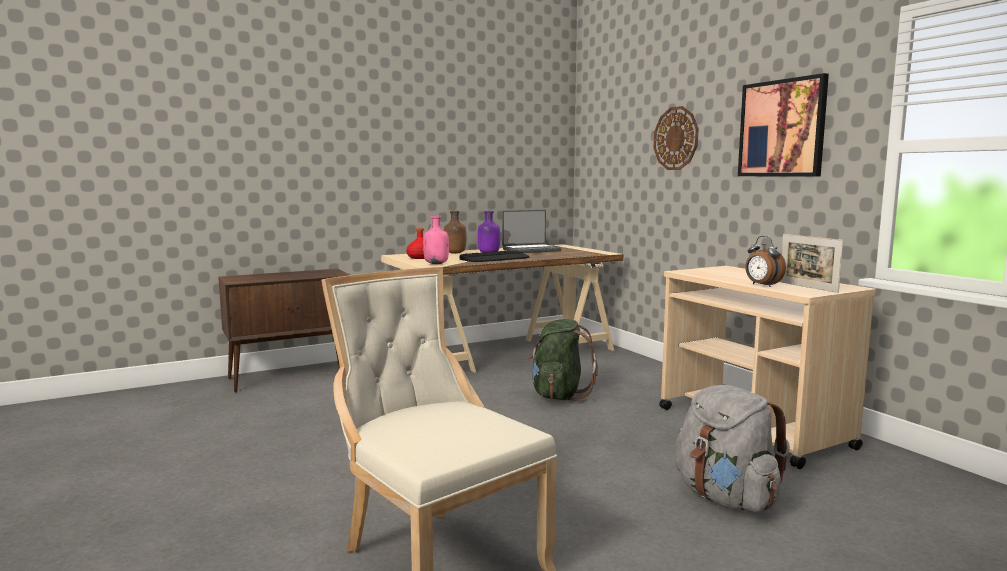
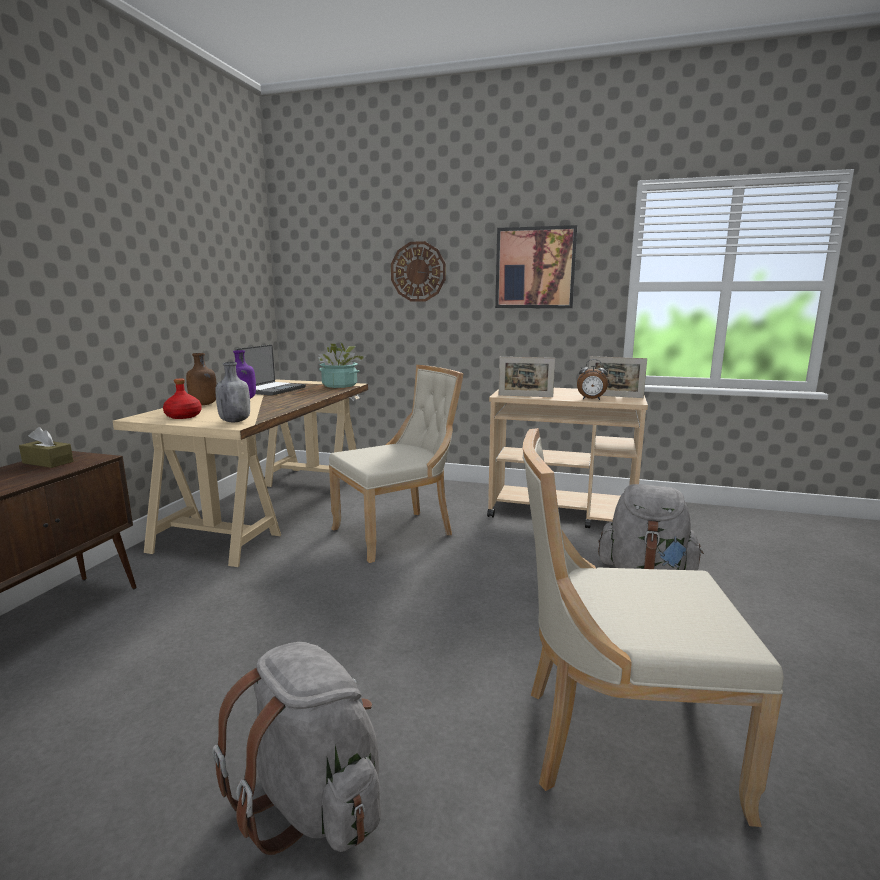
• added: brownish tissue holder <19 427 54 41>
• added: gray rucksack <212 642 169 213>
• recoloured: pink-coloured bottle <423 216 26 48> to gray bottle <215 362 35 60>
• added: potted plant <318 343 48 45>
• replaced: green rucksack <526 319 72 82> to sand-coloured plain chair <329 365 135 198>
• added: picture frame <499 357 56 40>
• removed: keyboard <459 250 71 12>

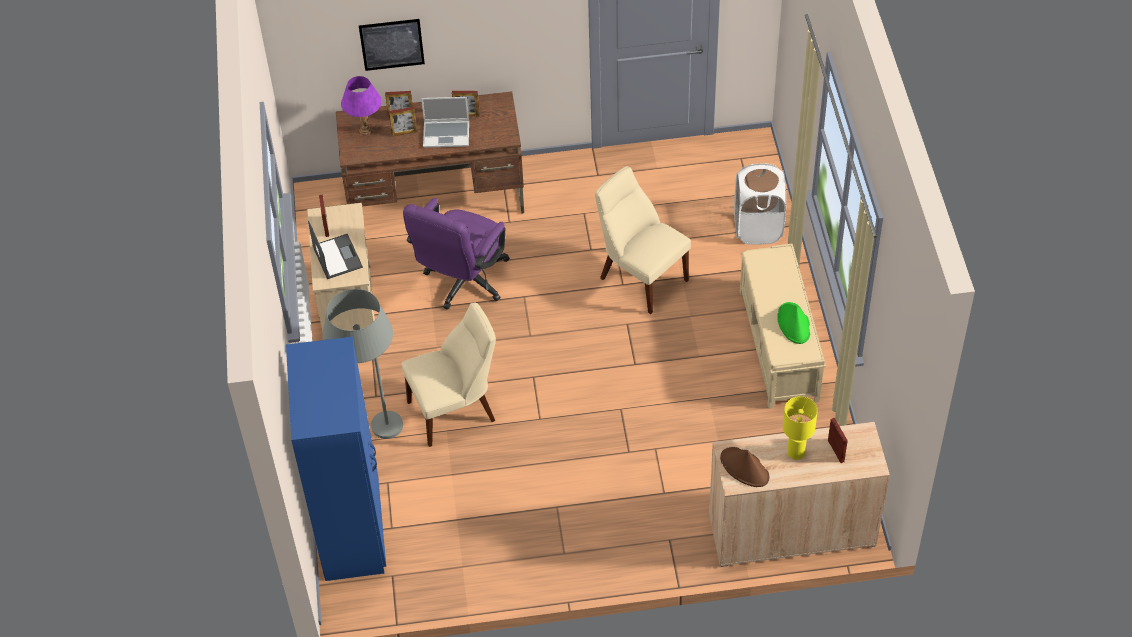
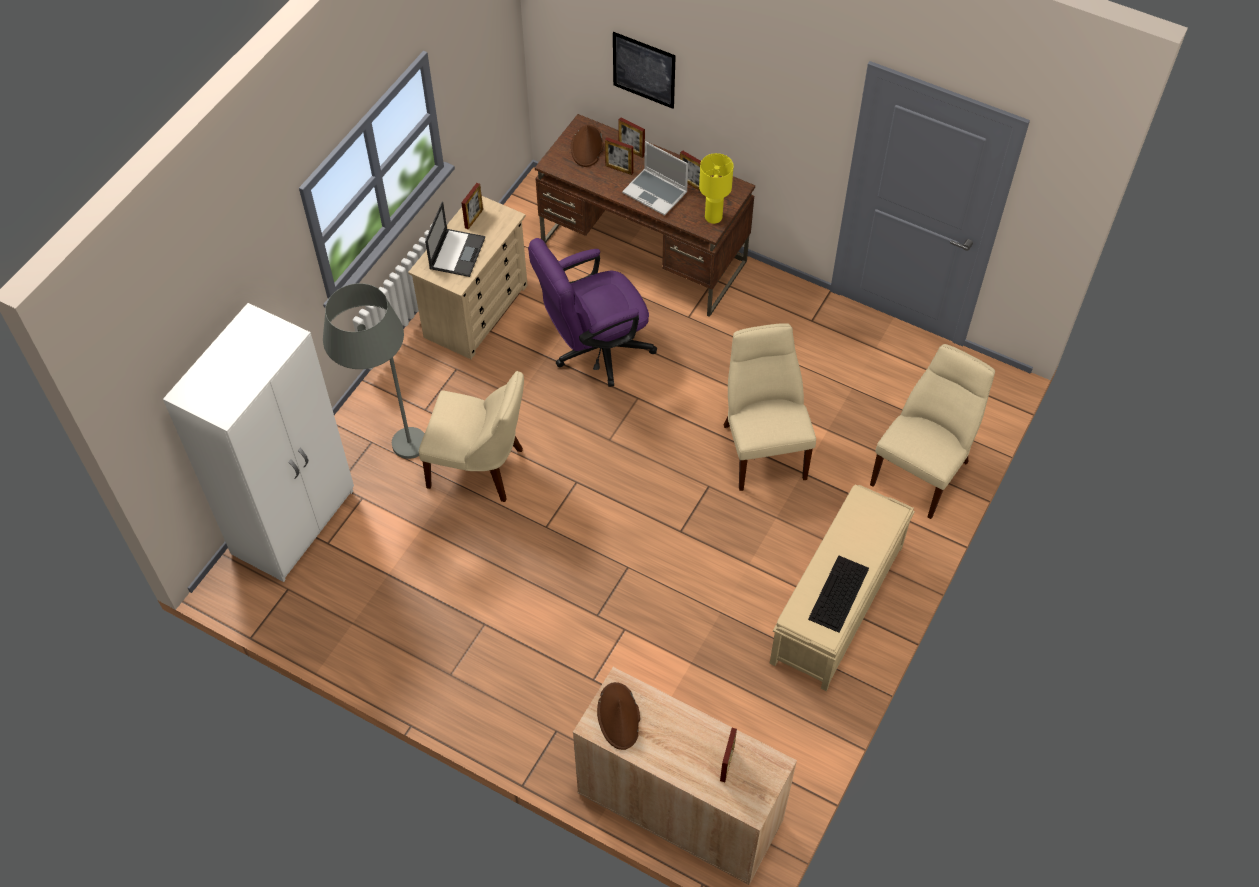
• recoloured: bluish armoire <286 337 100 244> to whitish armoire <163 303 191 279>
• replaced: purple lamp for a table <341 76 41 59> to brownish clothing hat <571 125 32 42>
• moved: yellow lamp for a table <783 396 35 64> to <699 153 35 71>
• replaced: green clothing hat <777 302 33 42> to keyboard <808 555 61 78>
• replaced: whitish washing basket <734 163 52 82> to sand-coloured plain chair <870 344 125 175>

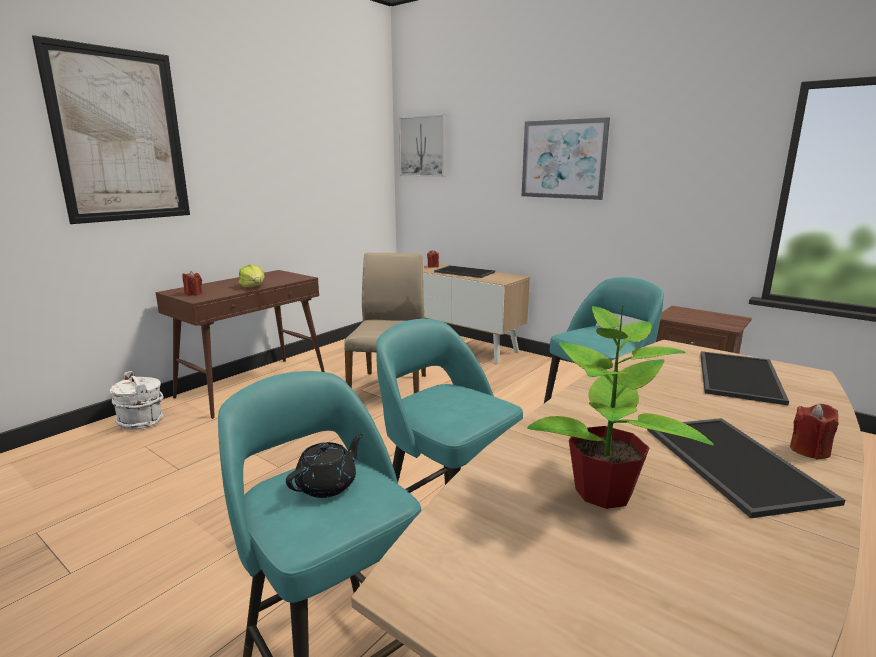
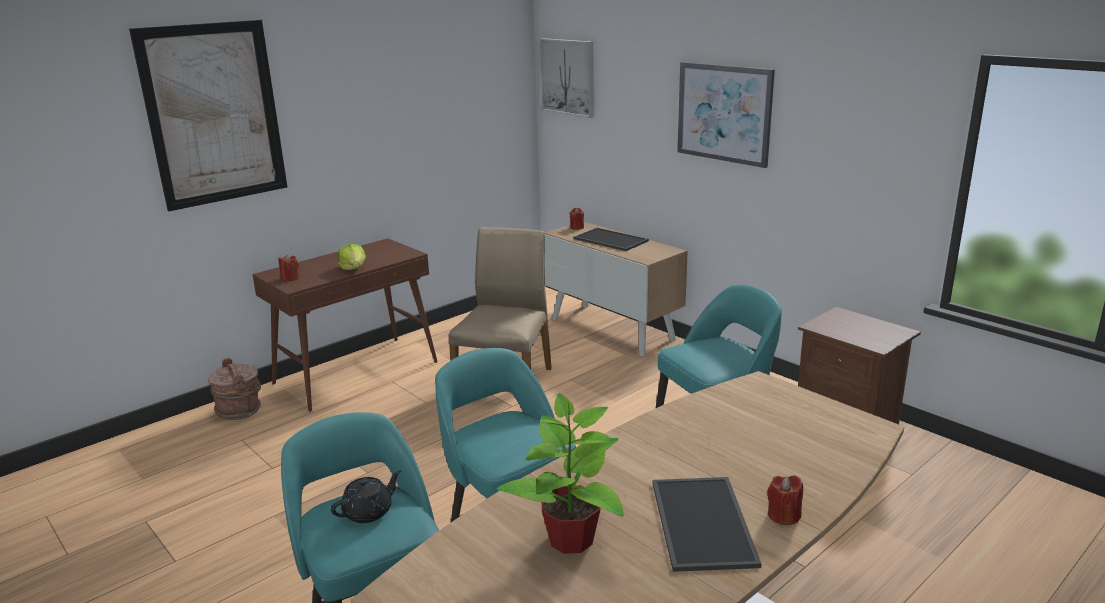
• recoloured: whitish pail <109 371 55 59> to brownish pail <208 358 53 62>
• removed: serving tray <700 351 89 54>

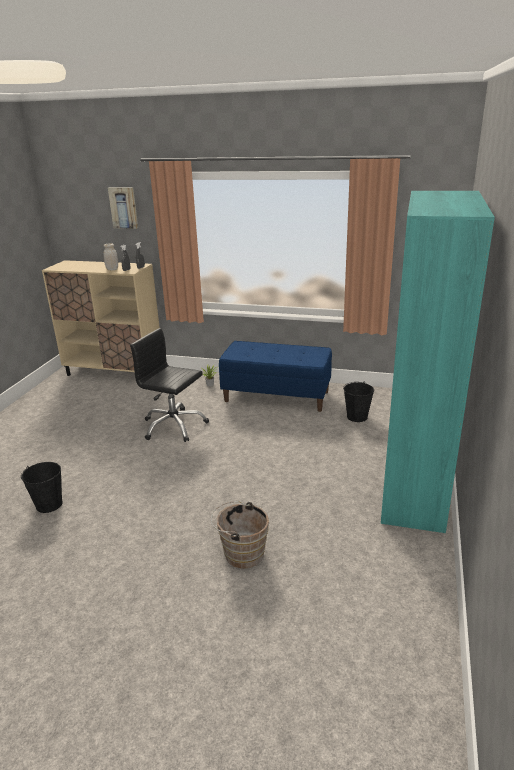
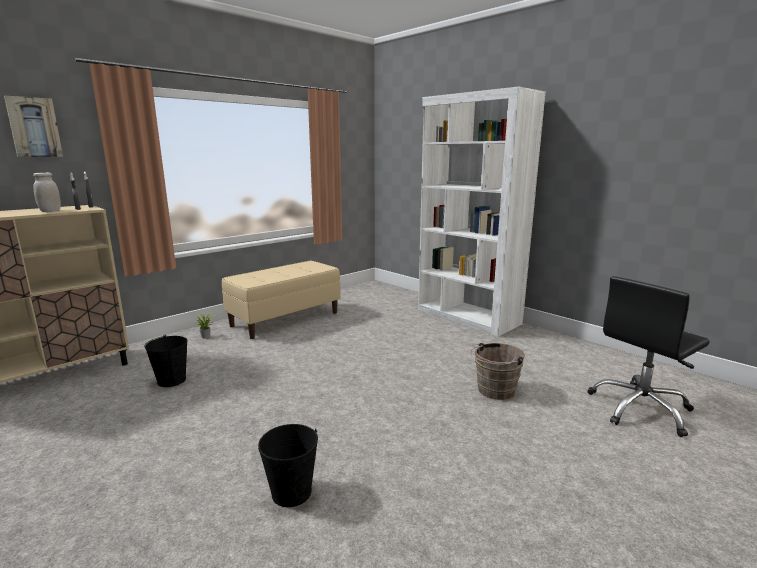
• moved: black-coloured pail <343 382 31 40> to <144 335 44 52>
• recoloured: bluish bench <219 341 113 71> to sand-coloured bench <222 260 119 79>
• recoloured: turquoise shelving unit <381 191 114 342> to whitish shelving unit <418 87 128 250>
• moved: black-coloured office chair <130 328 79 114> to <587 276 123 161>

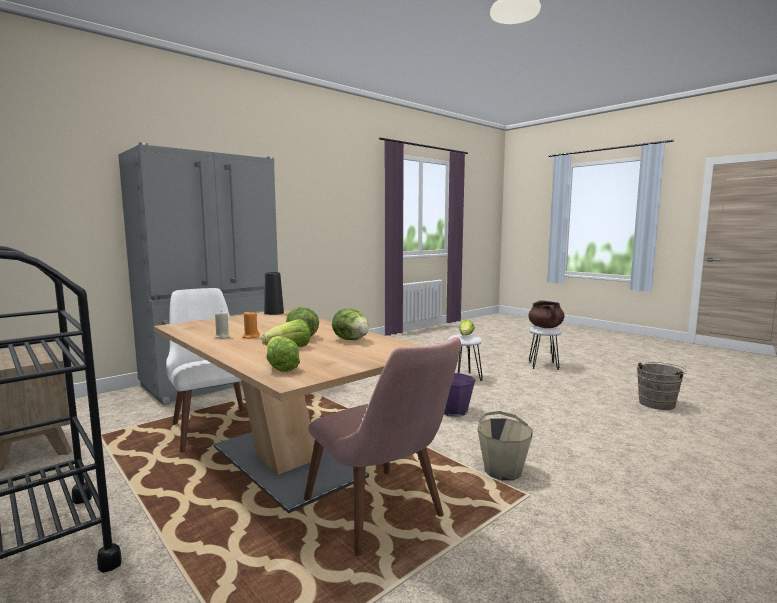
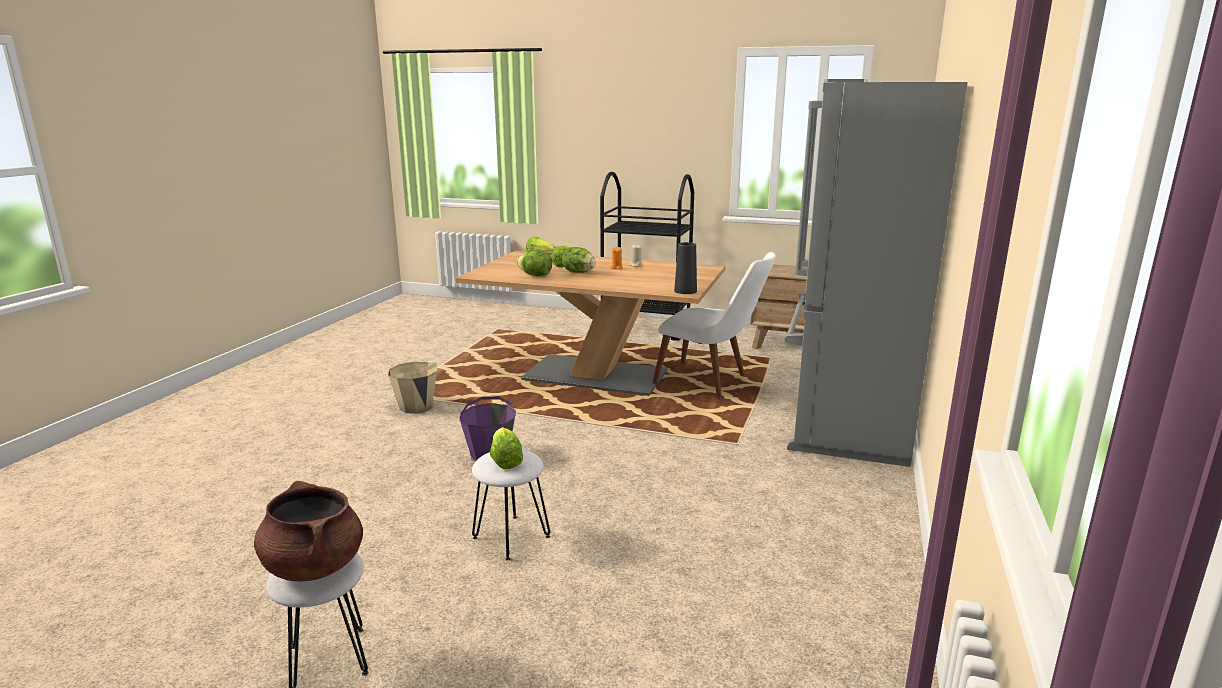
• removed: pink-coloured plain chair <304 337 157 219>
• removed: brownish pail <637 362 50 48>

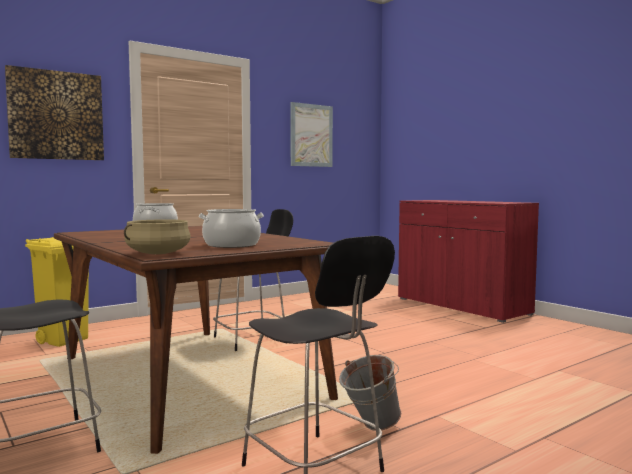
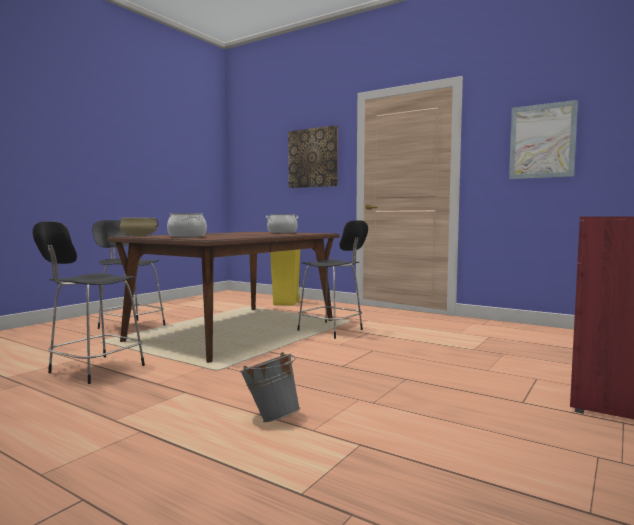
• moved: gray pail <339 355 62 76> to <239 352 61 70>

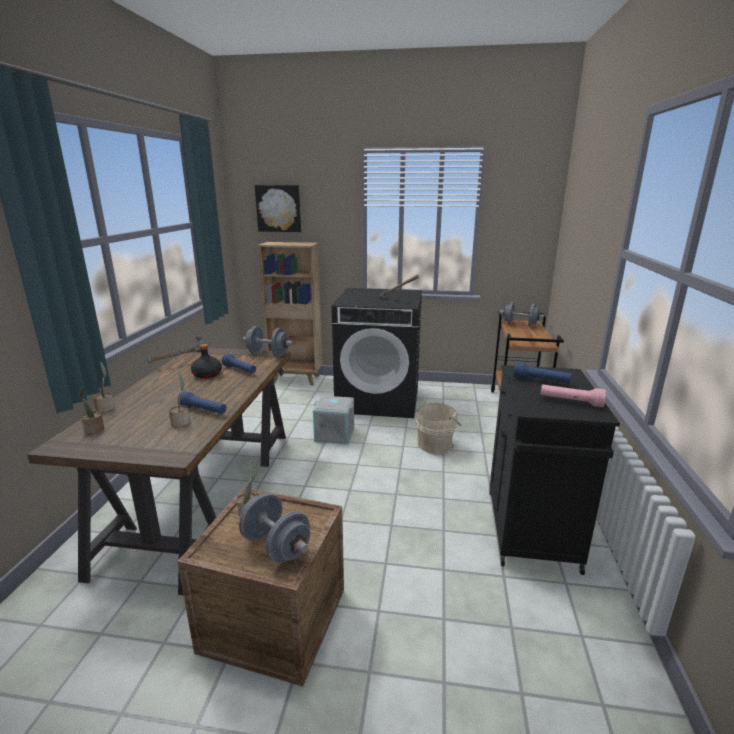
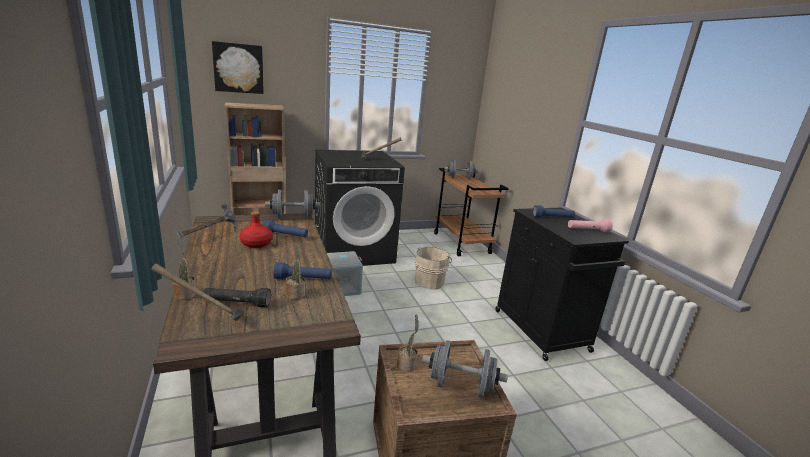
• replaced: potted plant <79 387 25 47> to hand hammer <152 264 93 57>
• added: black-coloured torch <203 288 68 20>
• recoloured: black-coloured bottle <191 344 31 35> to red-coloured bottle <240 211 33 37>

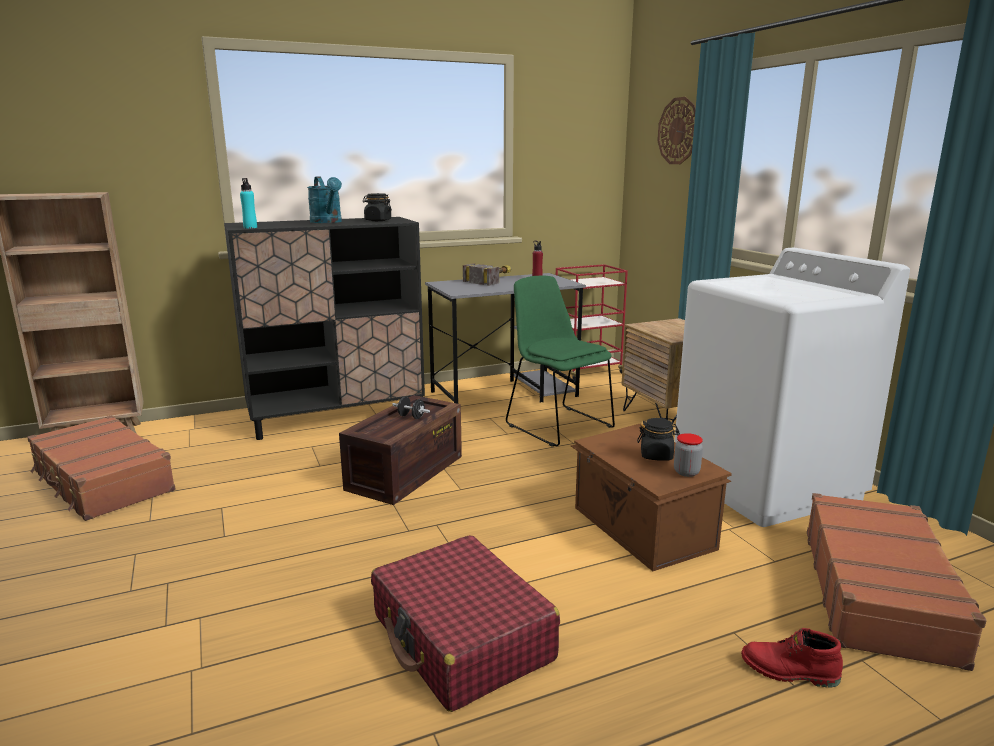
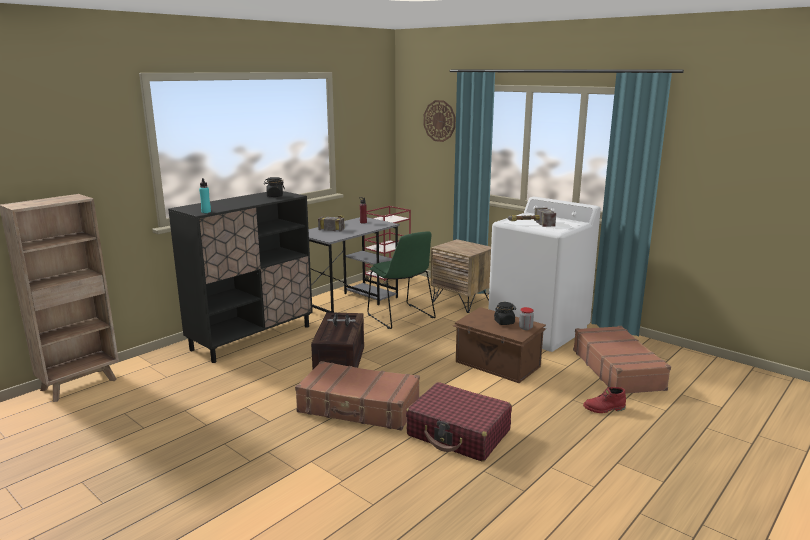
• moved: brownish travel case <27 415 149 106> to <295 361 125 70>
• turned: green plain chair <506 275 109 172> = <367 232 69 97> 150 degrees counterclockwise
• added: hand hammer <508 207 48 20>
• removed: turquoise watering pot <307 176 35 47>

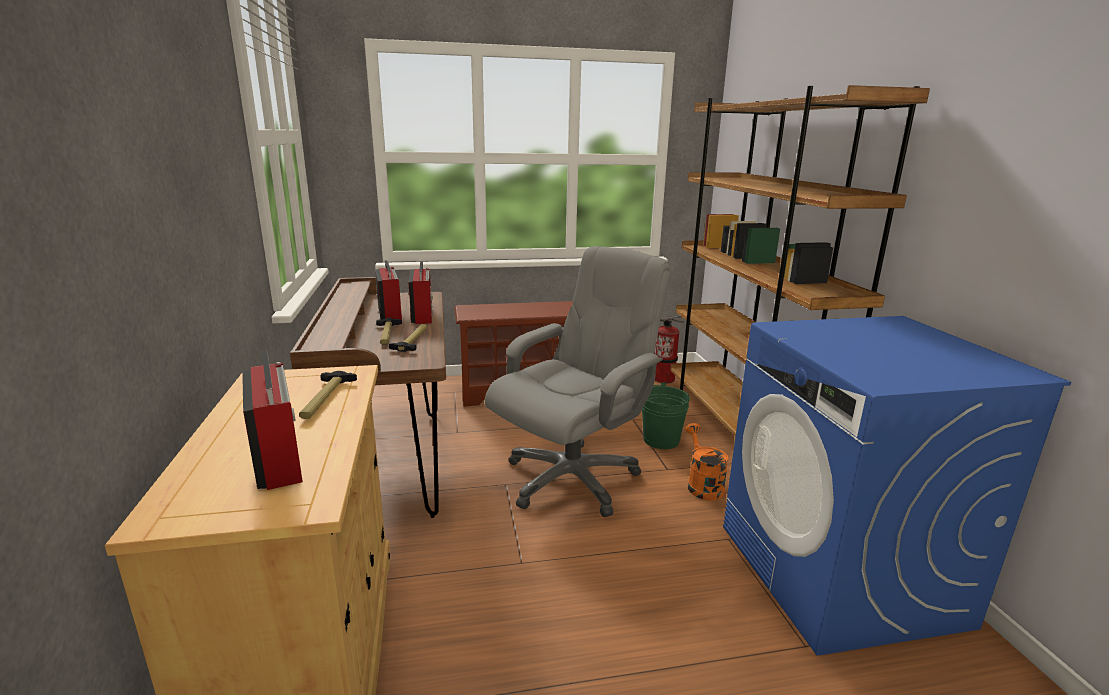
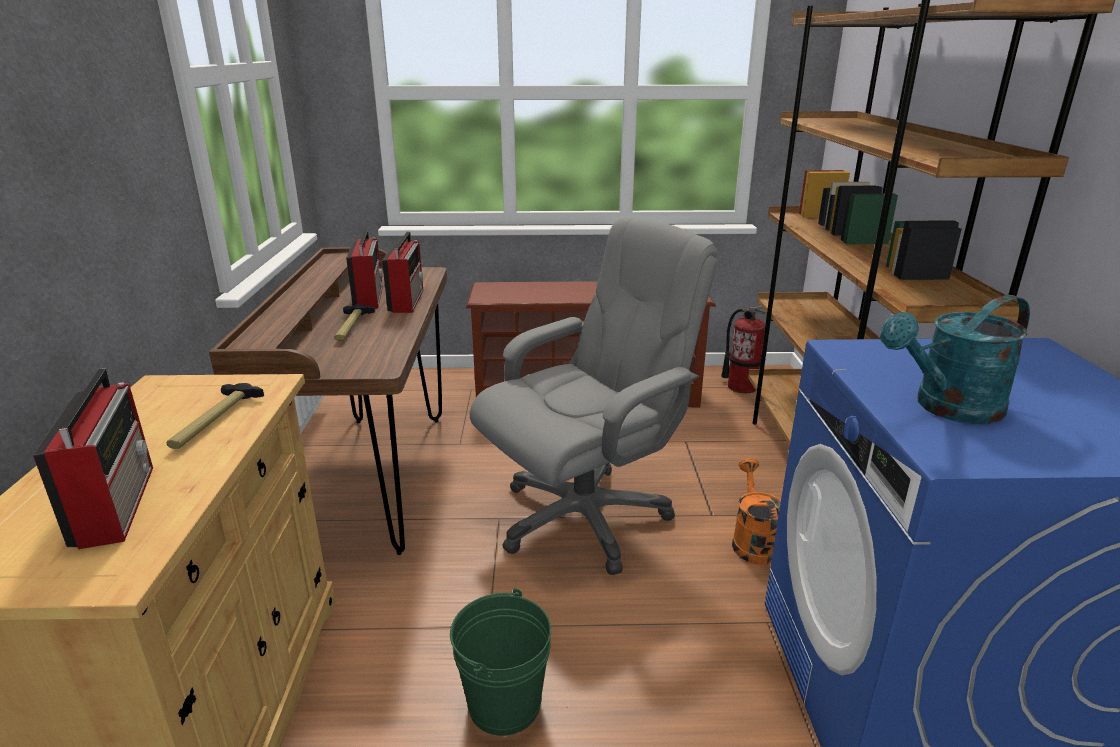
• moved: green pail <642 382 48 67> to <450 588 101 148>
• added: turquoise watering pot <880 295 150 129>
• removed: hand hammer <389 324 38 28>

